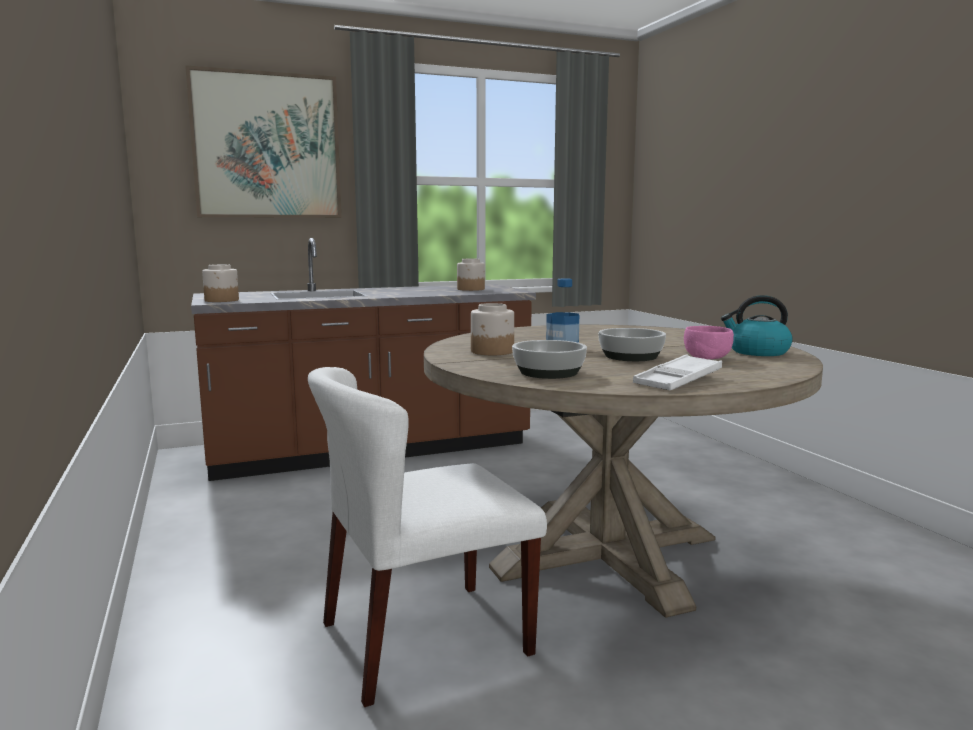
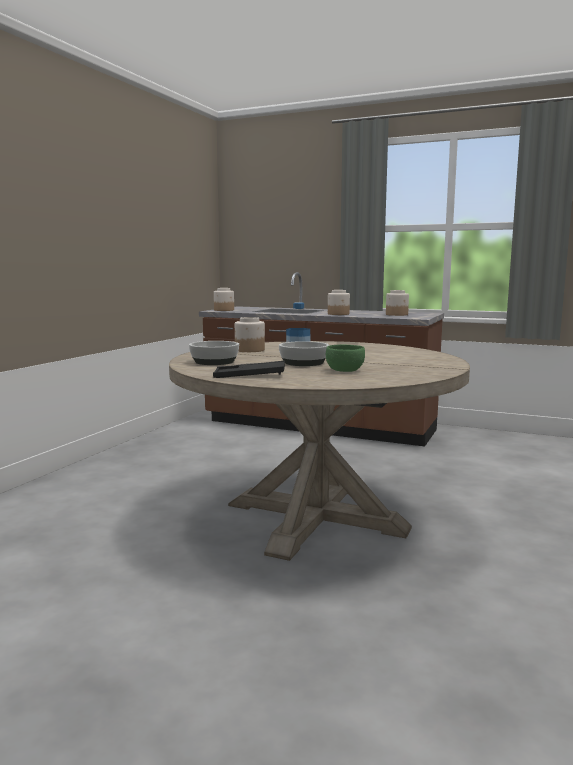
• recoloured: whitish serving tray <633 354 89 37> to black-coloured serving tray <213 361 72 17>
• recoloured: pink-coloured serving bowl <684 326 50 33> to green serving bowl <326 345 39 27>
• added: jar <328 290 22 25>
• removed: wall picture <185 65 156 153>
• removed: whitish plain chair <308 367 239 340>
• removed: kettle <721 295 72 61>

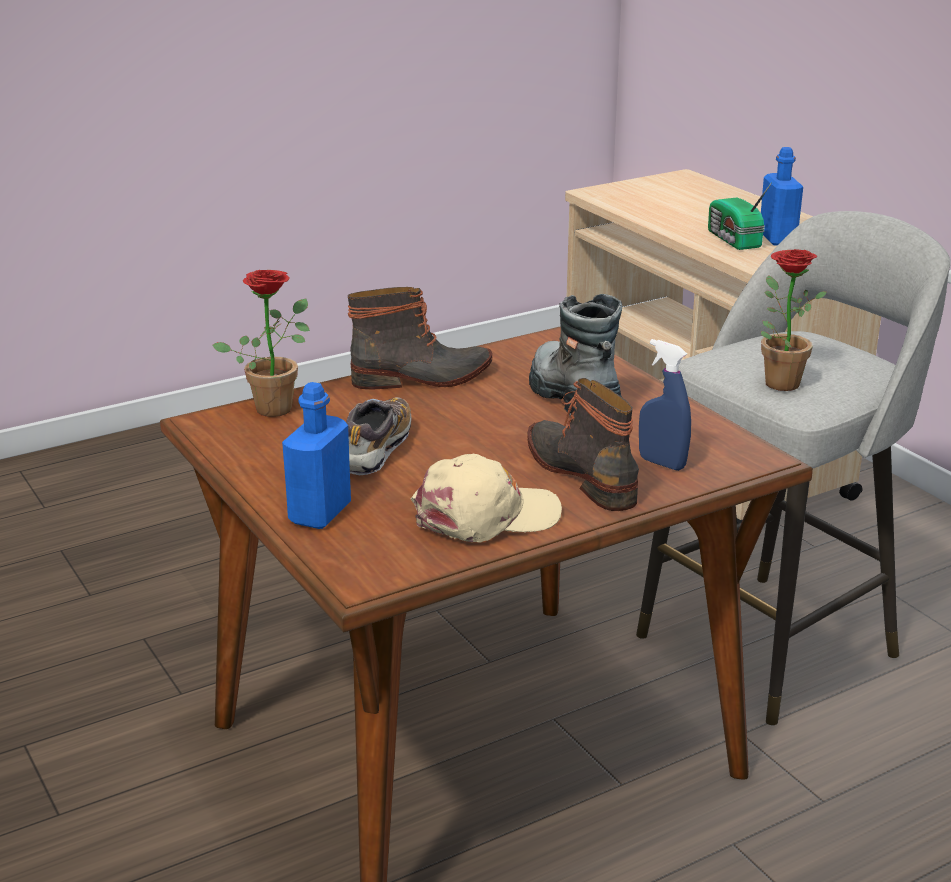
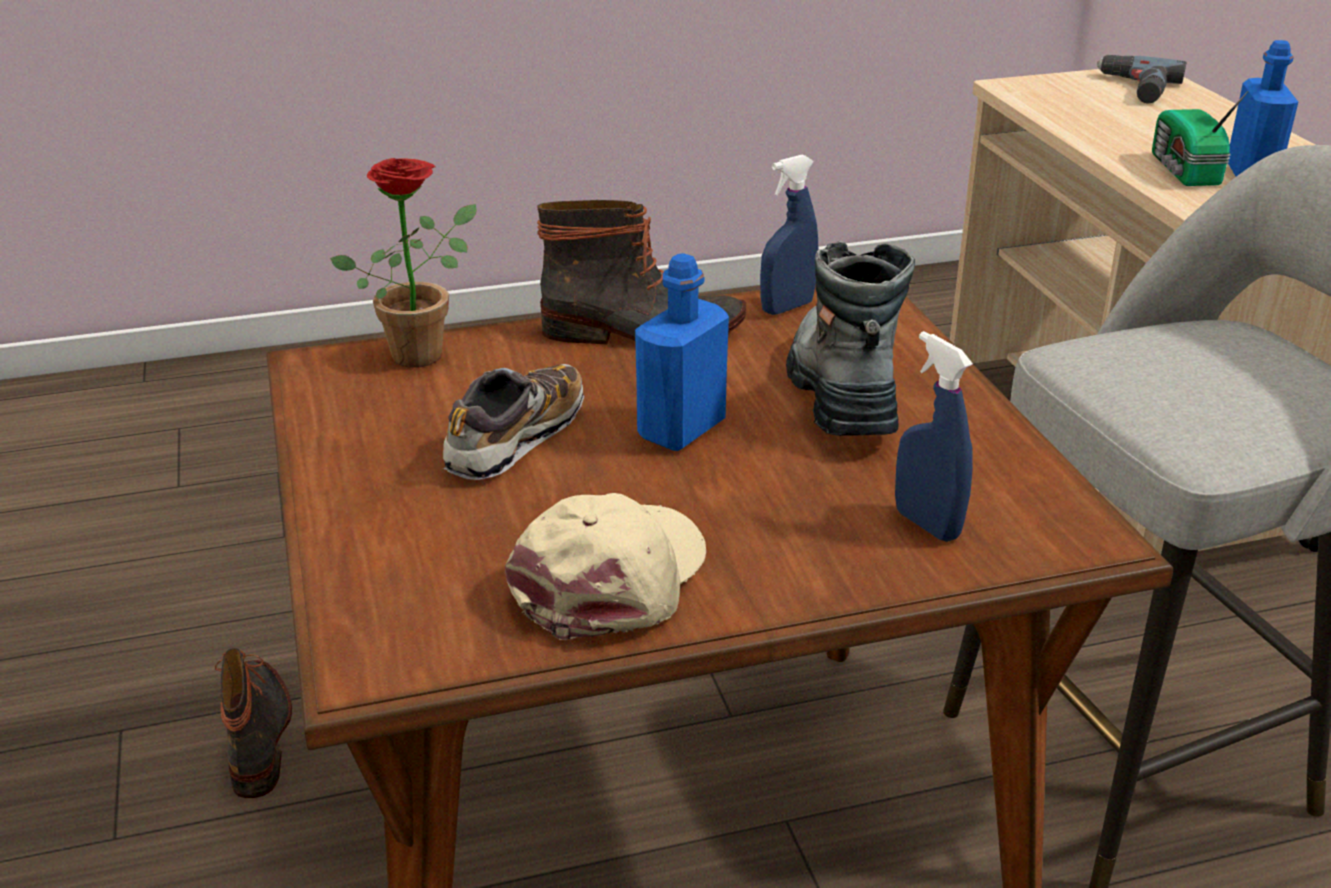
• moved: boot <527 378 112 133> to <215 648 77 150>
• turned: sand-coloured cap <411 454 151 88> = <505 493 201 147> 60 degrees counterclockwise
• moved: bluish bottle <282 382 69 147> to <635 253 94 198>
• added: bluish hand sprayer <760 155 58 160>
• added: electric drill <1097 55 90 48>
• removed: potted plant <761 249 66 142>

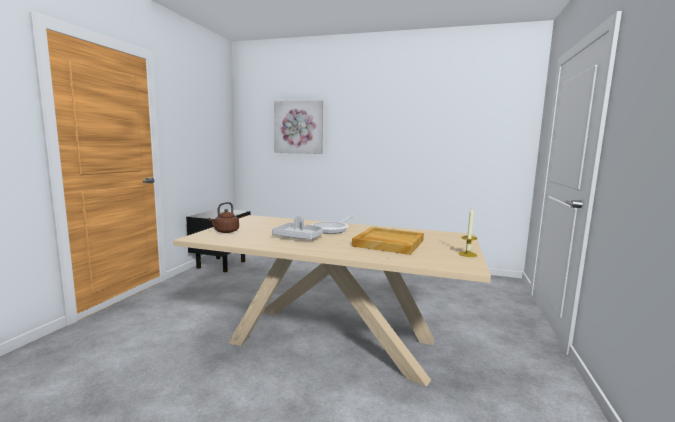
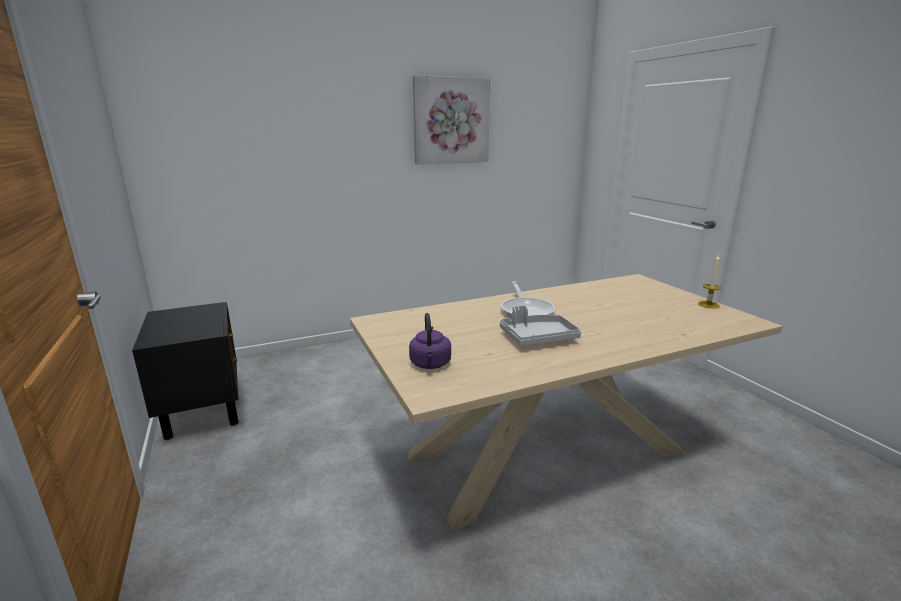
• recoloured: brownish kettle <209 202 30 31> to purple kettle <409 313 42 56>
• moved: wall picture <274 100 49 54> to <413 75 77 89>
• removed: sand-coloured serving tray <352 227 72 28>

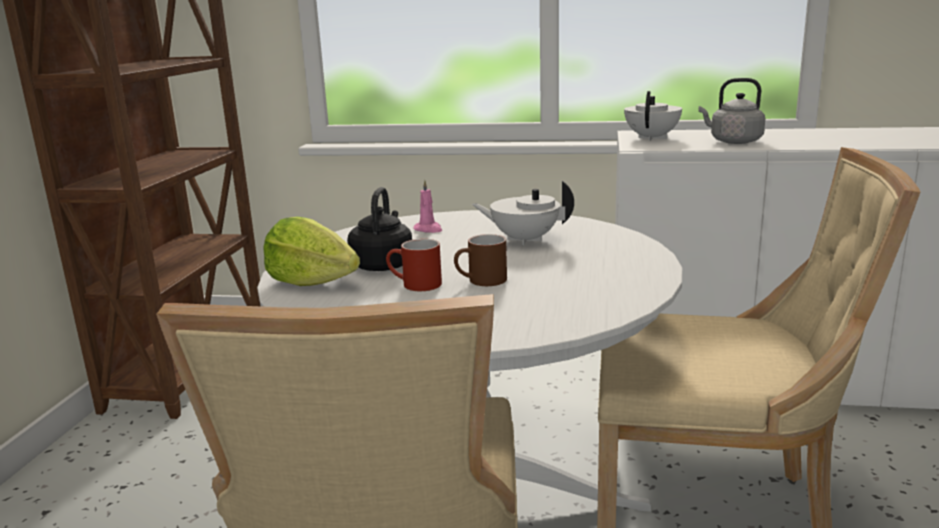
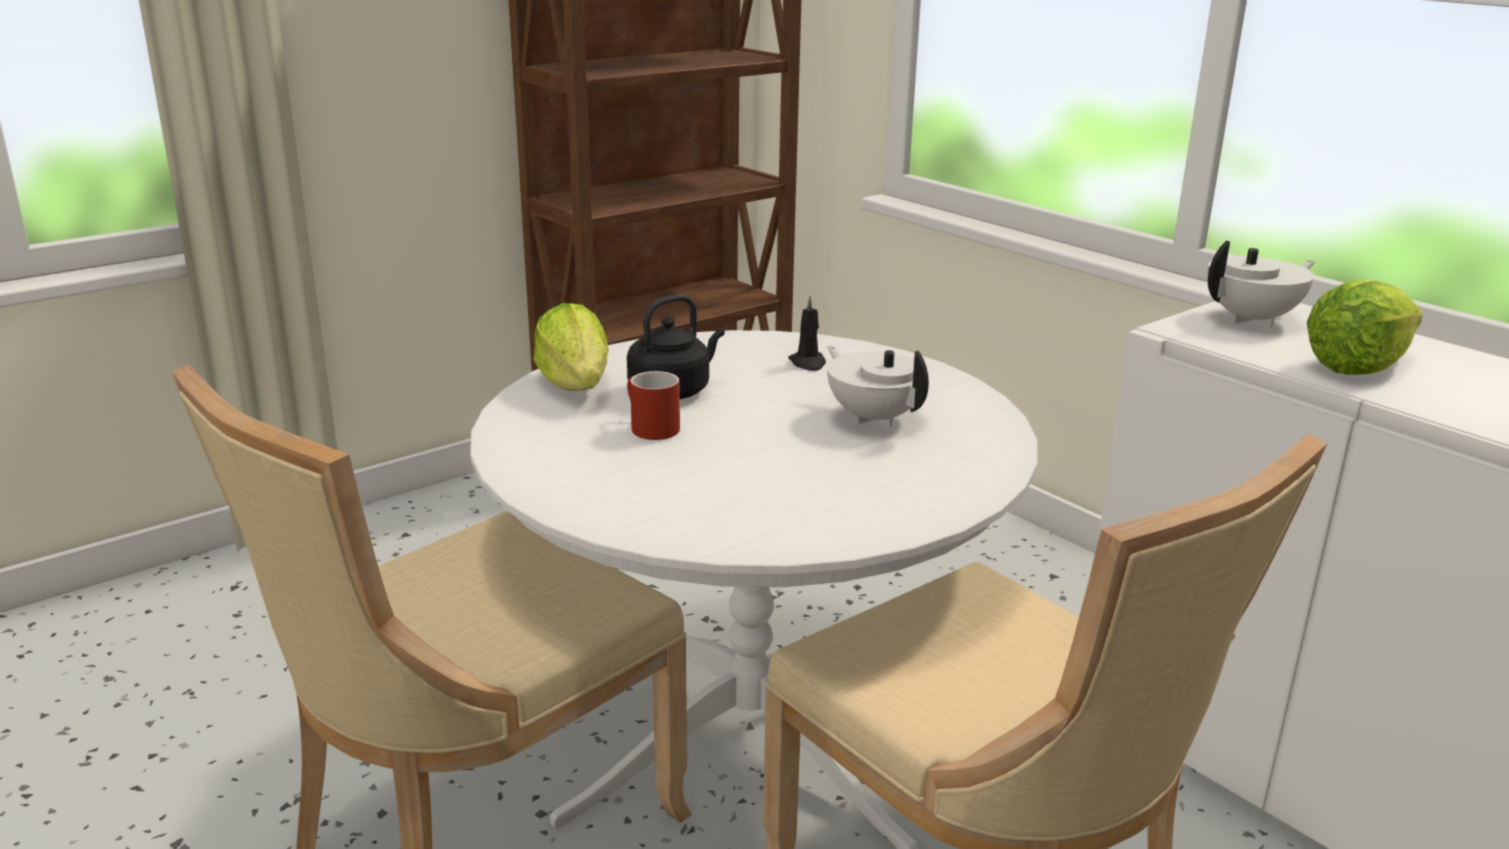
• recoloured: pink-coloured wax light <413 180 29 53> to black-coloured wax light <788 296 38 75>
• replaced: gray kettle <699 78 66 66> to lettuce head <1306 280 117 95>
• removed: brownish tea mug <454 234 53 52>

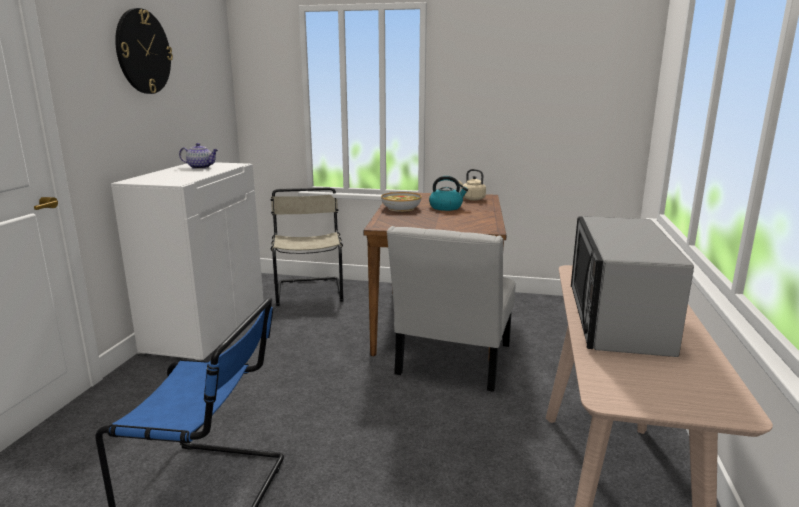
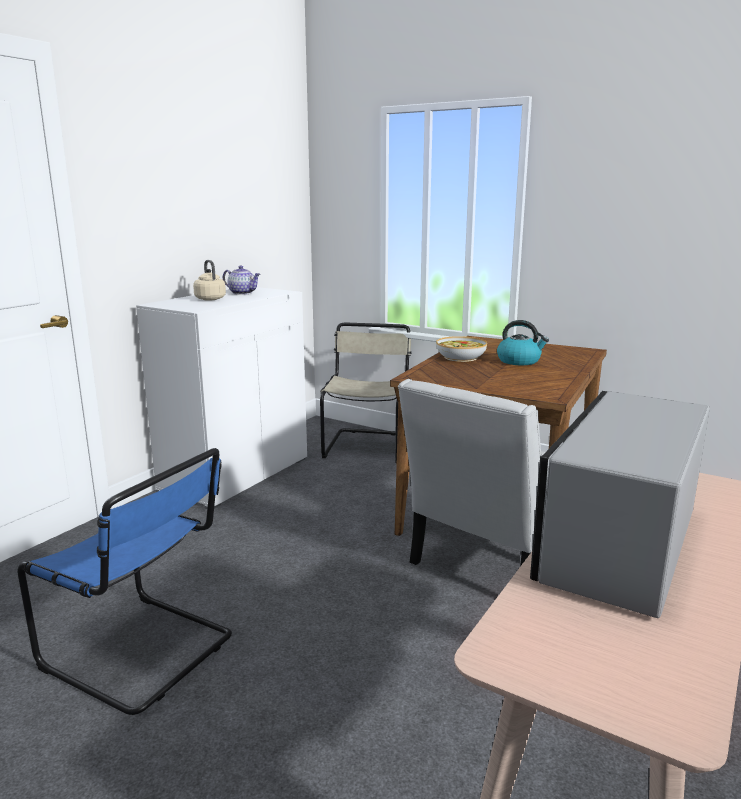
• moved: sand-coloured kettle <458 169 28 31> to <193 260 33 41>
• removed: hanging clock <115 8 58 86>

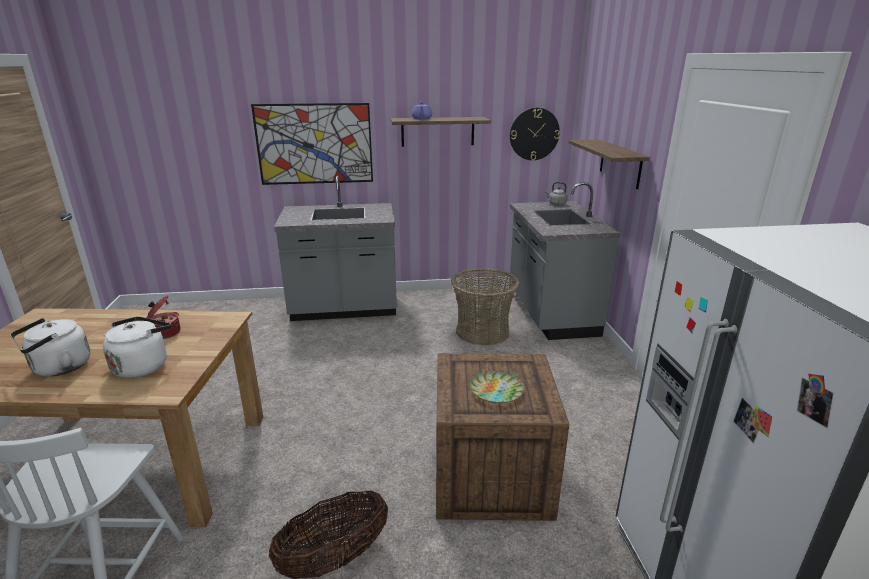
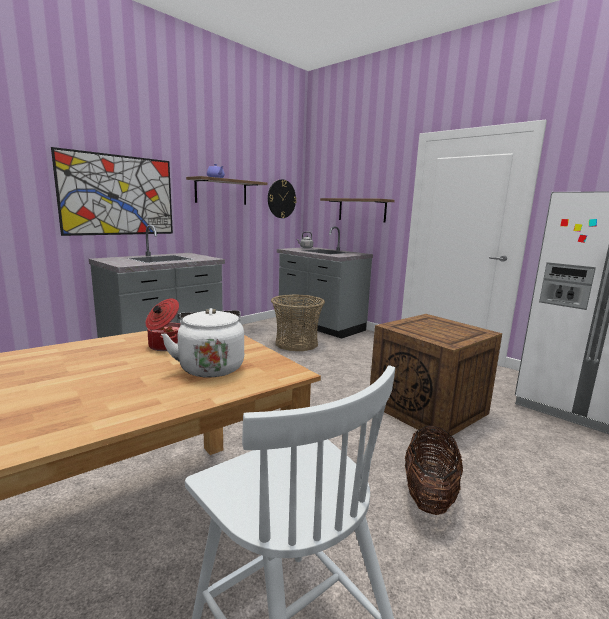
• removed: whitish kettle <10 318 80 59>
• removed: plate <470 371 54 32>

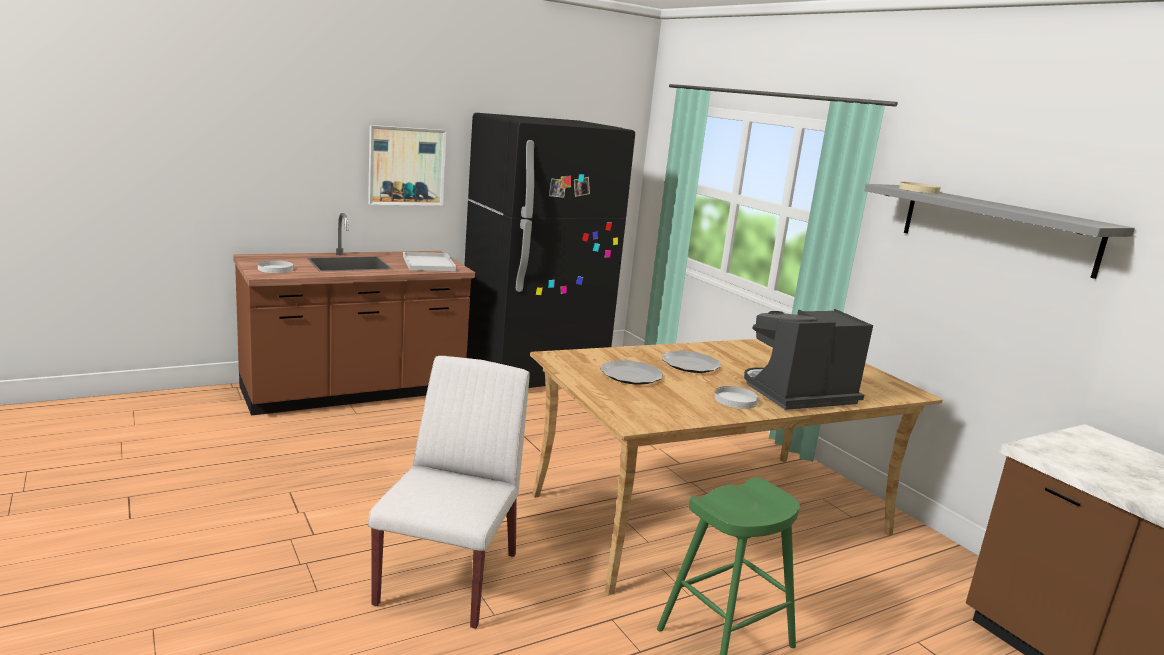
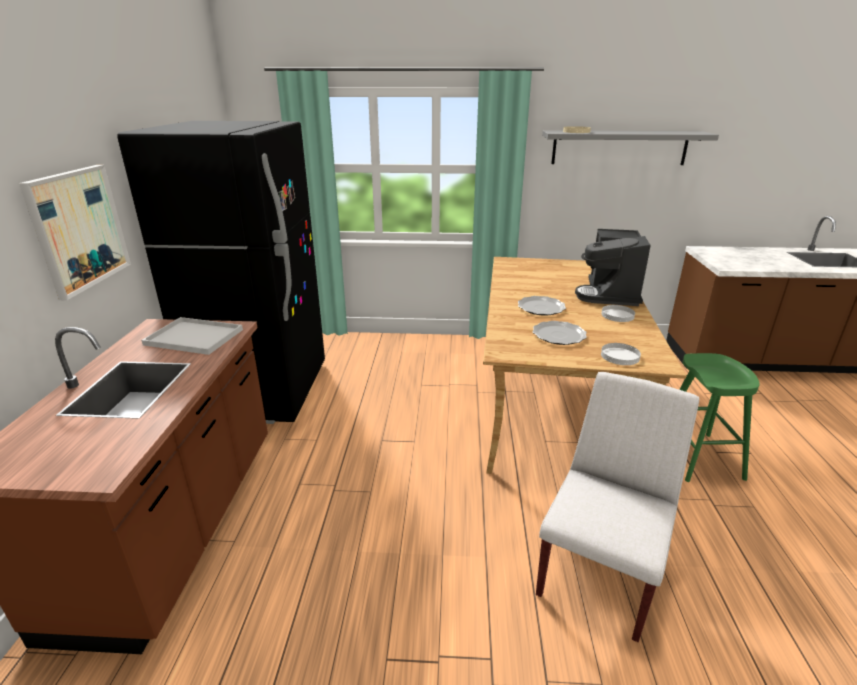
• turned: whitish plain chair <368 356 162 273> = <536 372 163 270> 75 degrees clockwise
• moved: whitish plate <258 260 35 13> to <601 343 40 22>

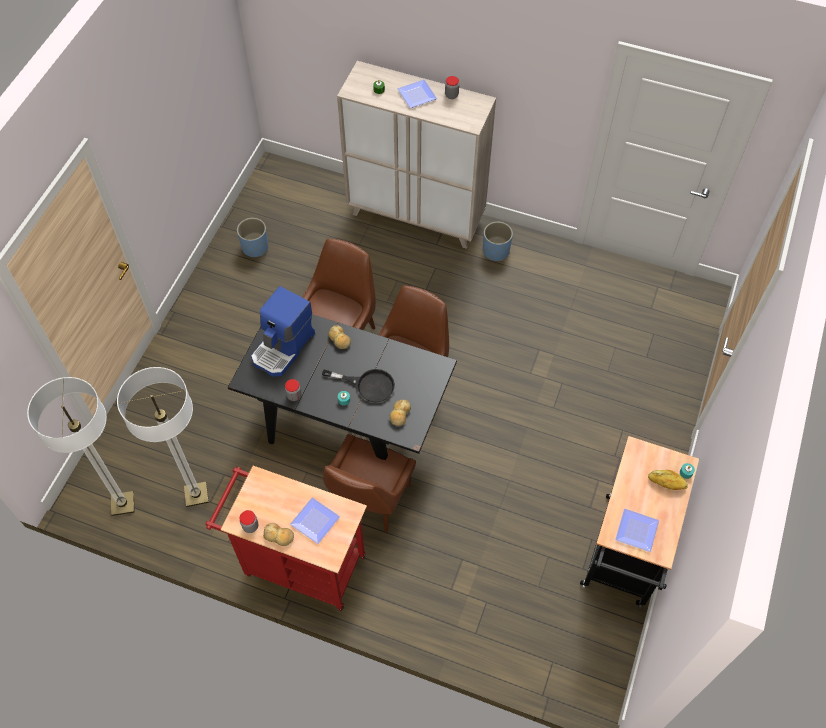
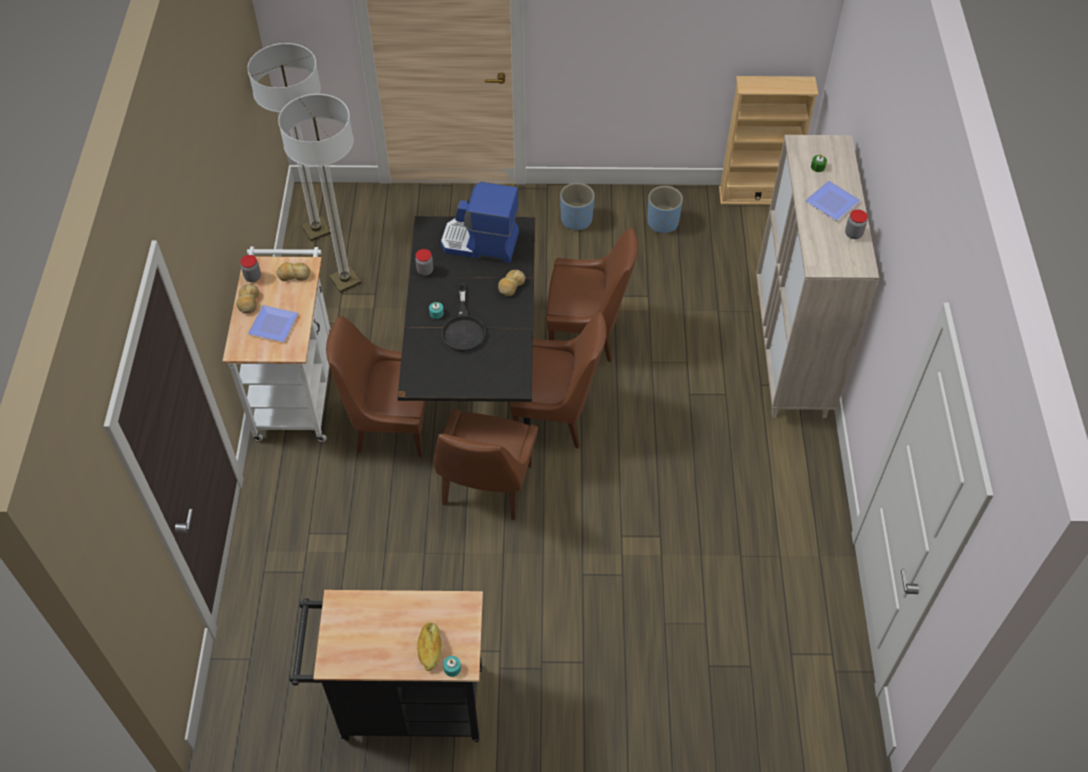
• recoloured: red-coloured cart <205 466 162 145> to whitish cart <223 246 108 196>
• moved: baked bread <390 400 21 26> to <277 262 33 19>
• added: brownish plain chair <434 409 104 111>
• moved: bluish flower pot <483 222 30 39> to <560 183 35 47>
• added: sand-coloured shelving unit <719 76 99 129>
• removed: plate <615 509 44 43>

